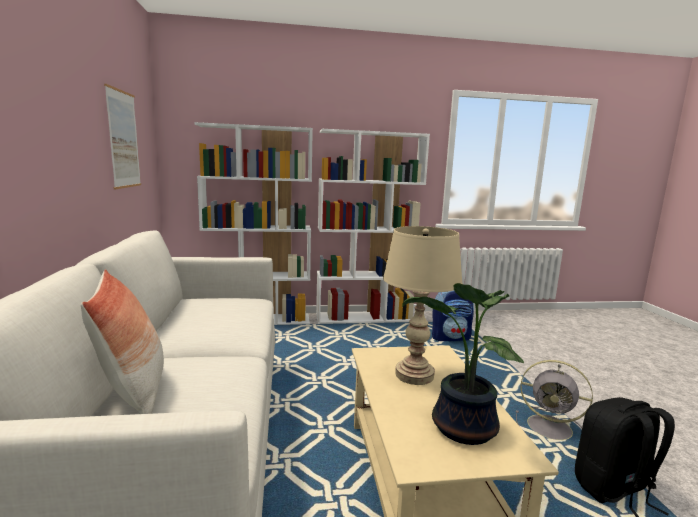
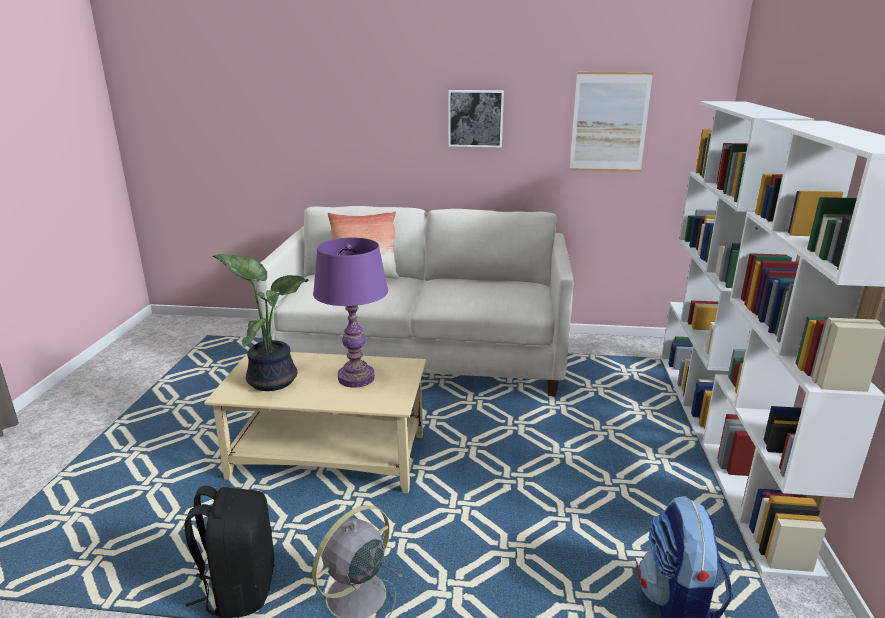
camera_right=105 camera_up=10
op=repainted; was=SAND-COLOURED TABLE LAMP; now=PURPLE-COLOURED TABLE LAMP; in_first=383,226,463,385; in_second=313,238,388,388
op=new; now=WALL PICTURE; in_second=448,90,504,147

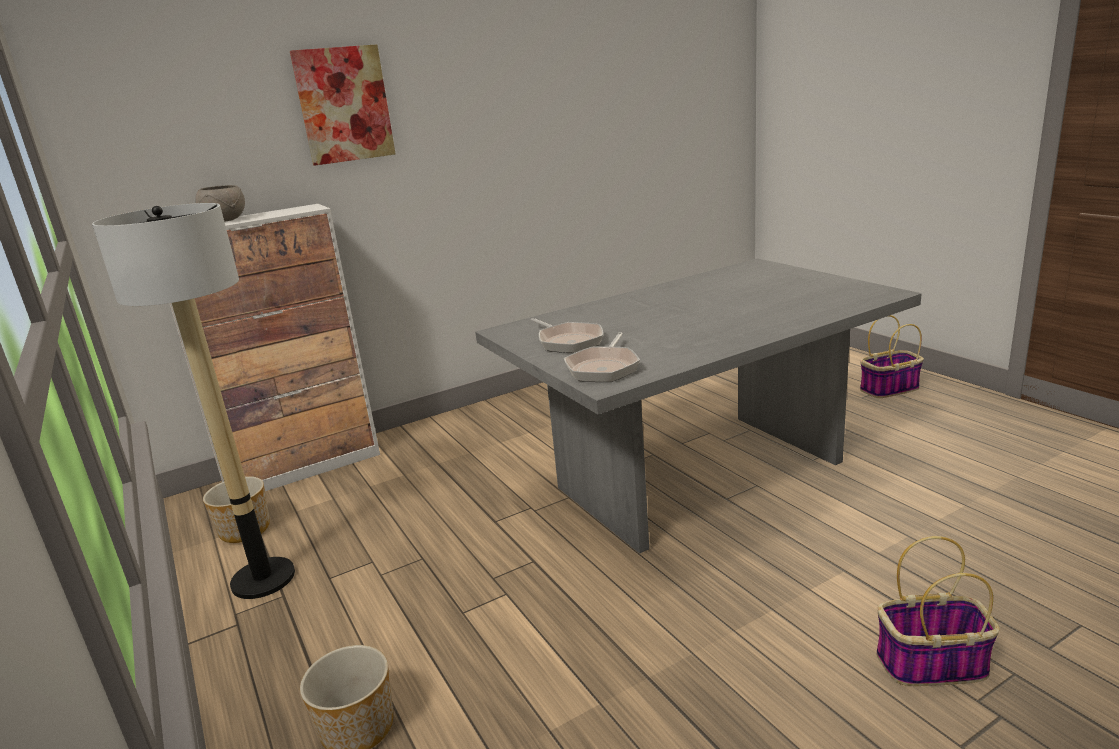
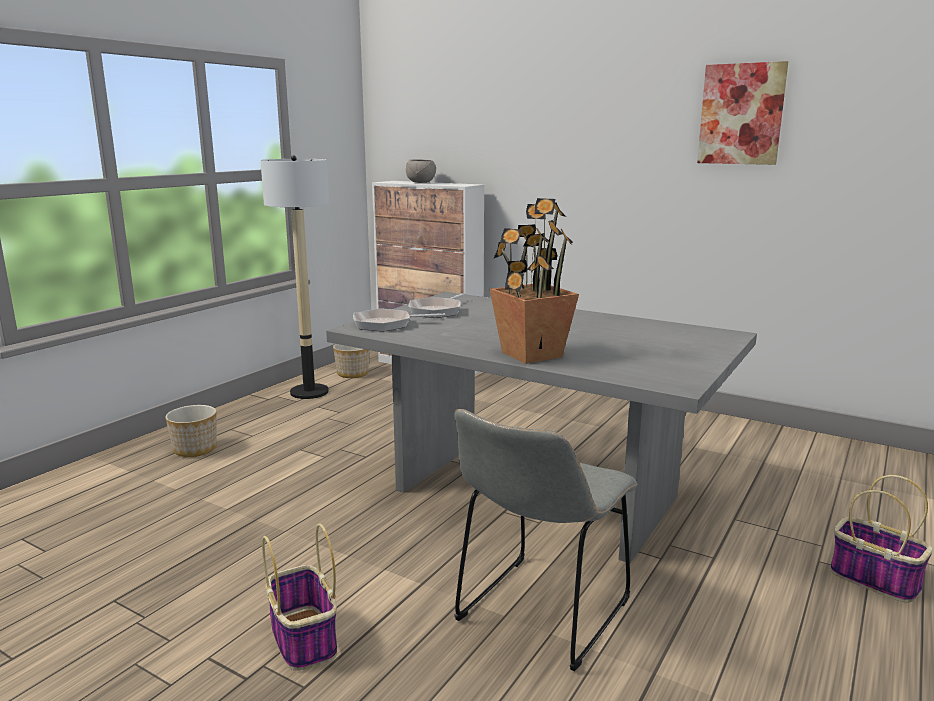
camera_right=60 camera_up=-5
op=shifted; was=WALL PICTURE; in_first=290,44,395,166; in_second=697,61,788,165
op=new; now=POTTED PLANT; in_second=490,198,579,364
op=new; now=GRAY CHAIR; in_second=454,409,637,671

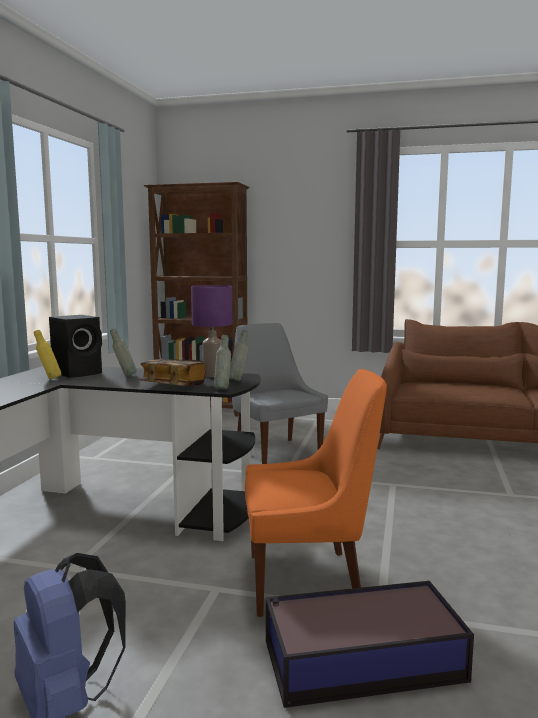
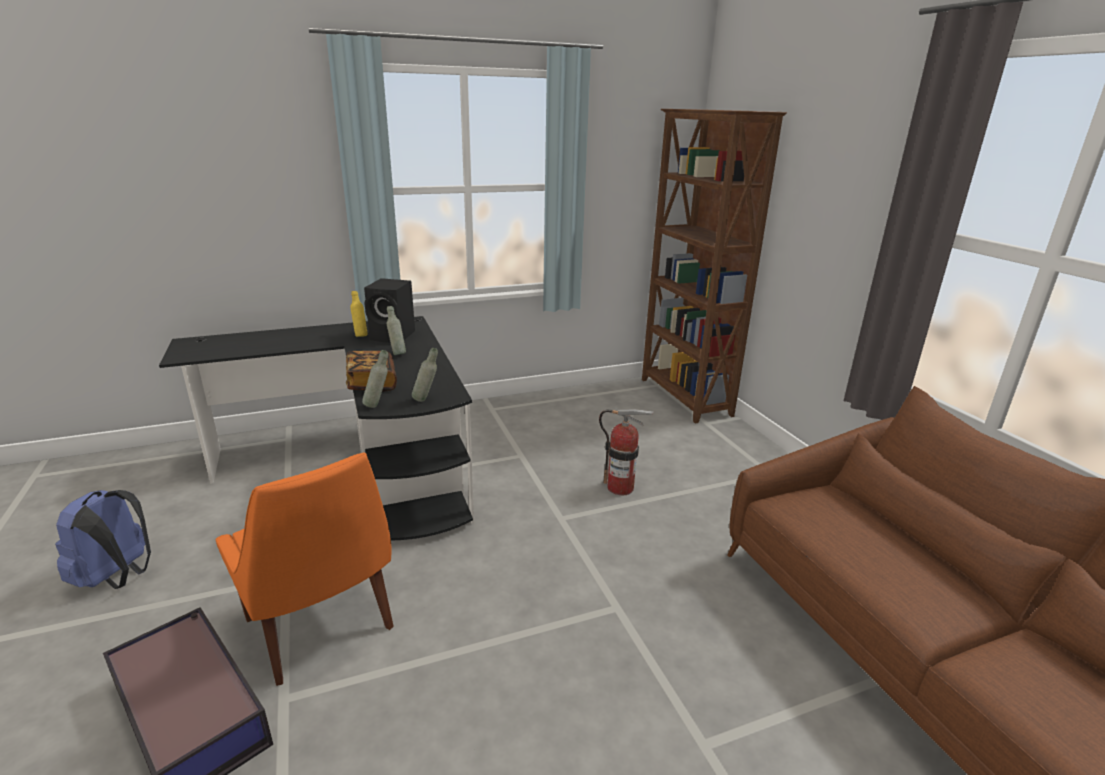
camera_right=55 camera_up=15
op=gone; was=PURPLE-COLOURED TABLE LAMP; in_first=191,285,232,377
op=swapped; was=GRAY CHAIR; now=EXTINGUISHER; in_first=232,323,328,464; in_second=599,409,654,495

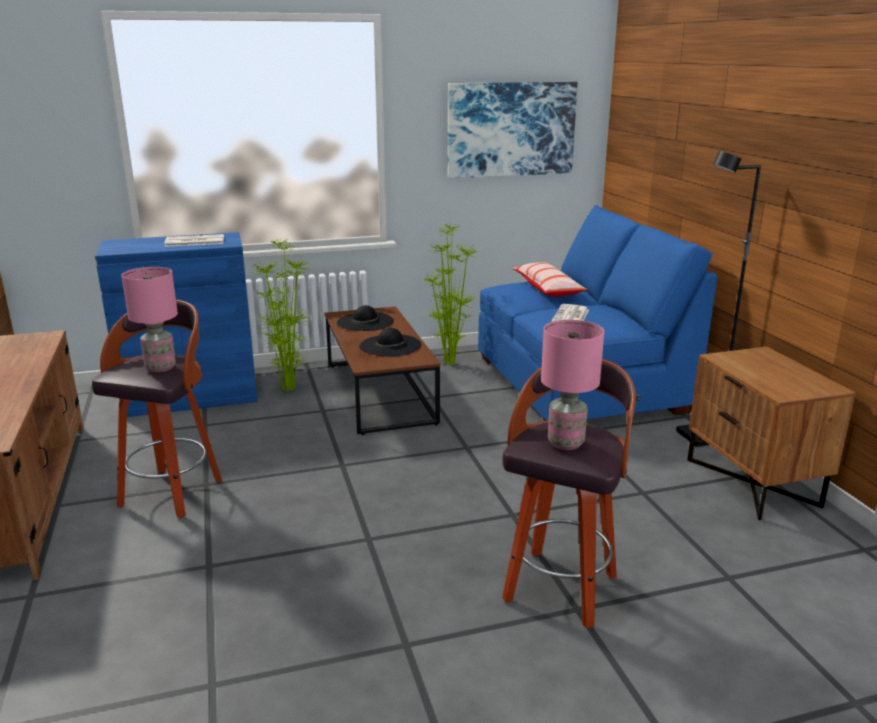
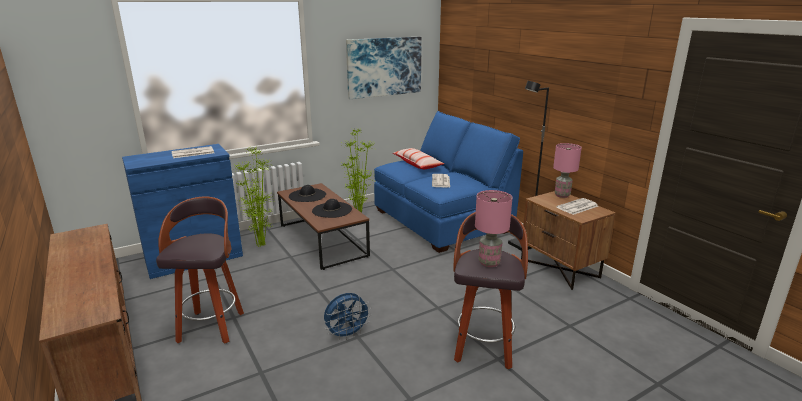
camera_right=-15 camera_up=0
op=shifted; was=PINK TABLE LAMP; in_first=122,267,178,372; in_second=553,143,582,198
op=new; now=PRINTED PAPER; in_second=557,198,598,215
op=new; now=BLUISH ELECTRIC FAN; in_second=324,293,372,340

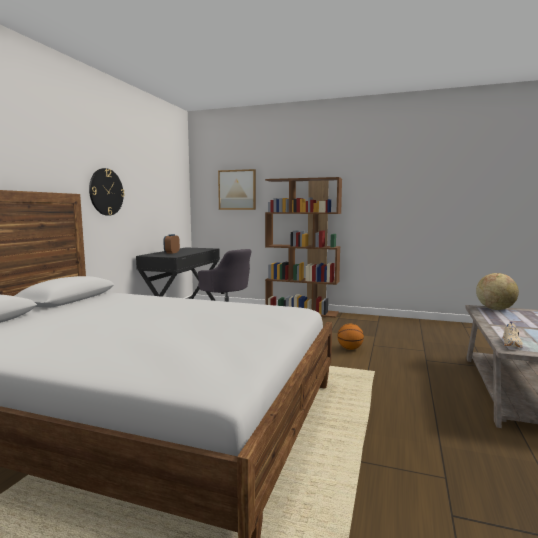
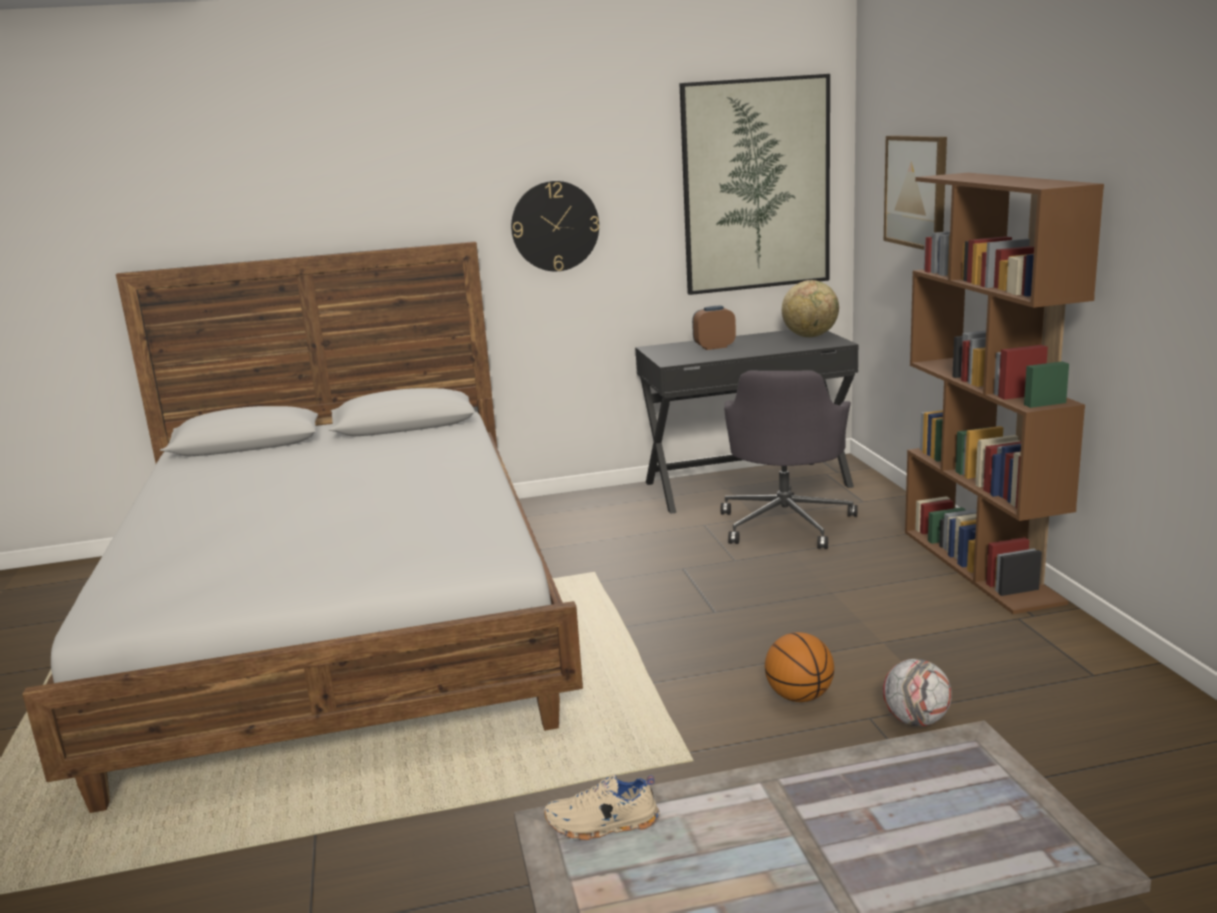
camera_right=60 camera_up=10
op=shifted; was=DESK GLOBE; in_first=476,273,519,310; in_second=782,280,839,337
op=new; now=WALL PICTURE; in_second=679,74,830,295
op=new; now=BALL FOR FOOTBALL; in_second=883,659,952,727

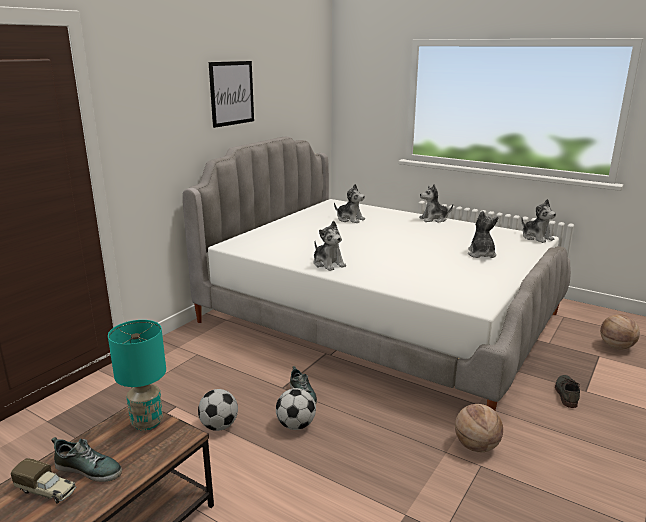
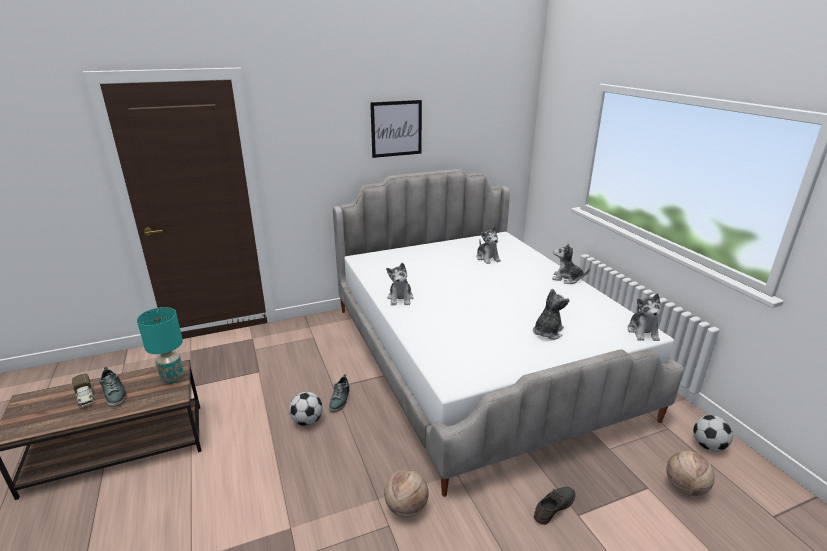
camera_right=35 camera_up=5
op=shifted; was=BALL FOR FOOTBALL; in_first=198,389,238,431; in_second=693,415,733,451

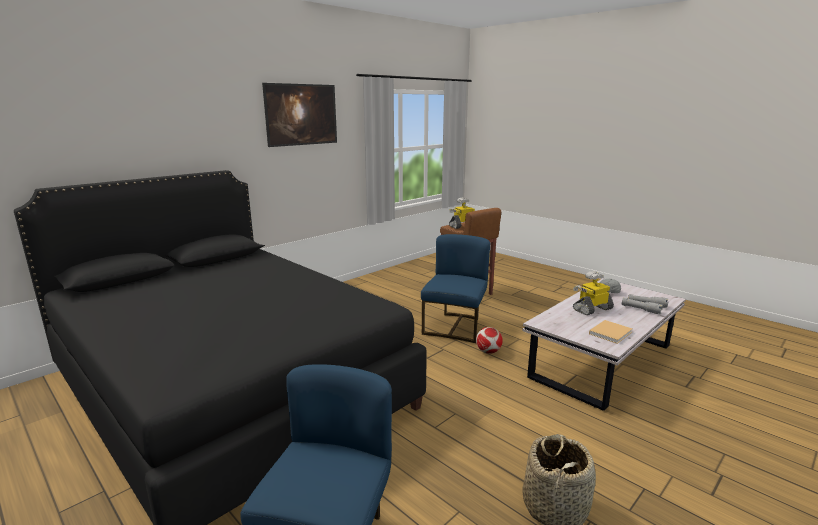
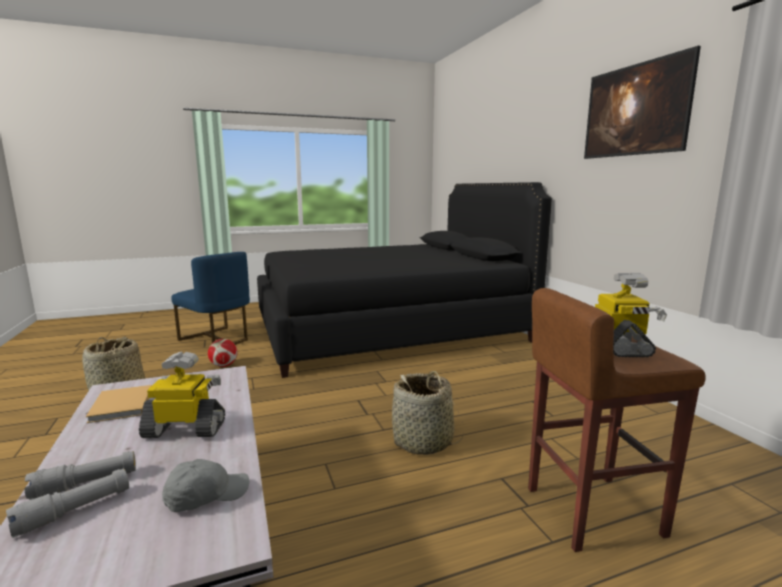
camera_right=115 camera_up=-5
op=swapped; was=BLUISH CHAIR; now=STORAGE BASKET; in_first=421,234,490,343; in_second=391,371,464,455
op=rotated; was=ROBOT FIGURE; in_first=573,271,614,315; in_second=139,352,225,438; clockwise=-90
op=shifted; was=BALL FOR FOOTBALL; in_first=476,327,503,354; in_second=208,339,238,367

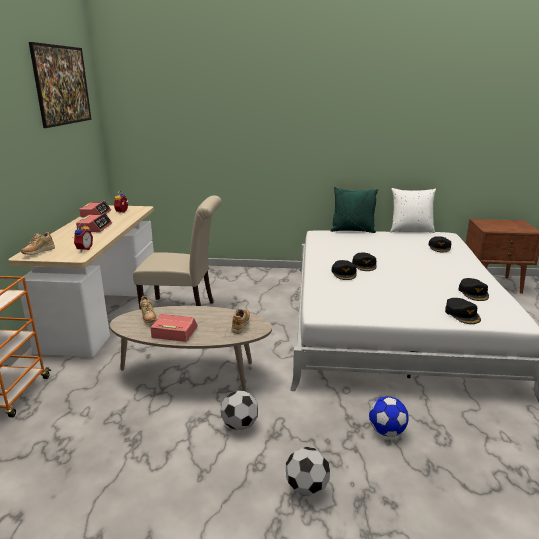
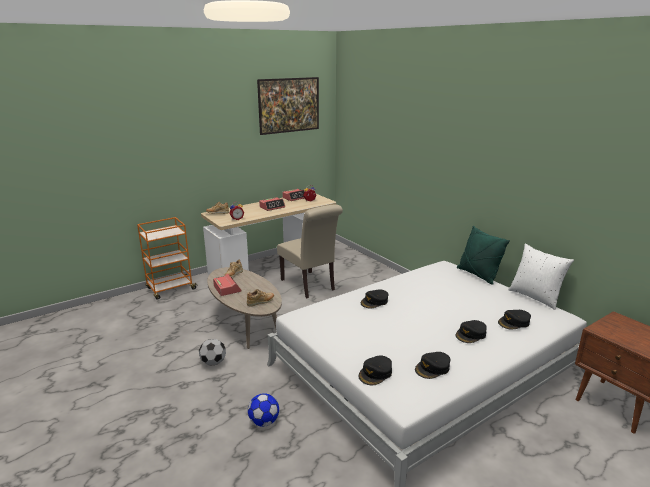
camera_right=50 camera_up=0
op=shifted; was=BLACK-COLOURED BASEBALL CAP; in_first=352,252,377,271; in_second=455,320,487,343
op=gone; was=BALL FOR FOOTBALL; in_first=286,447,330,496

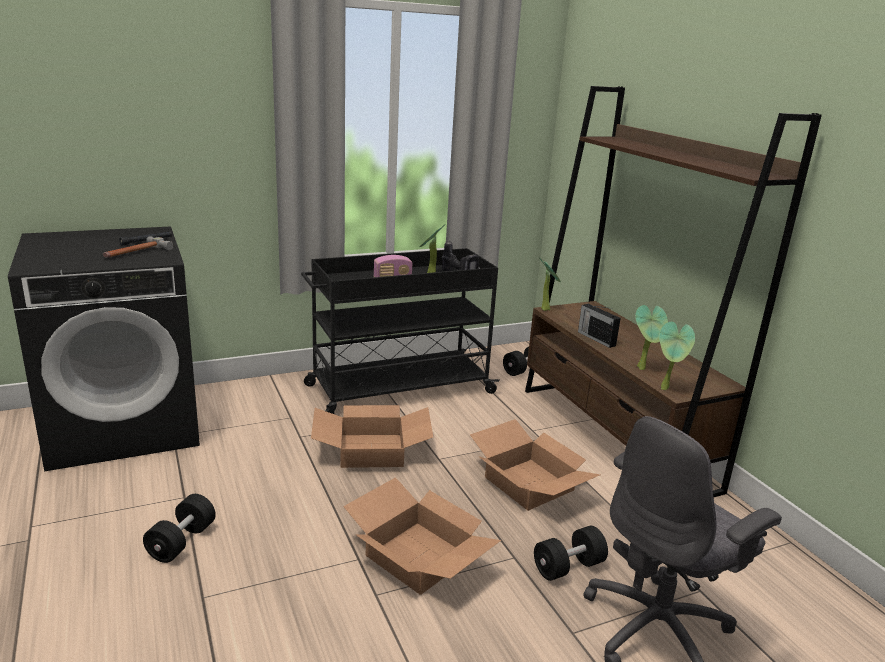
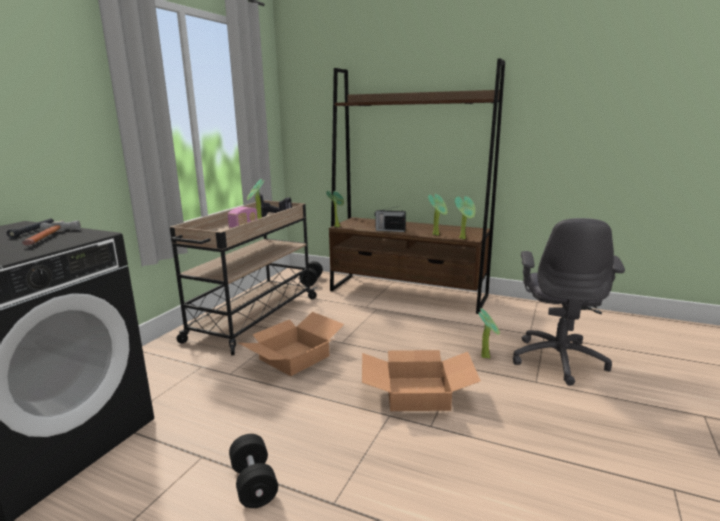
camera_right=-40 camera_up=-5
op=repainted; was=BLACK-COLOURED CART; now=SAND-COLOURED CART; in_first=301,248,500,414; in_second=170,200,318,355
op=gone; was=PACKING BOX; in_first=470,419,601,511
op=swapped; was=BLACK-COLOURED FREE WEIGHT; now=POTTED PLANT; in_first=534,526,608,581; in_second=479,308,500,358

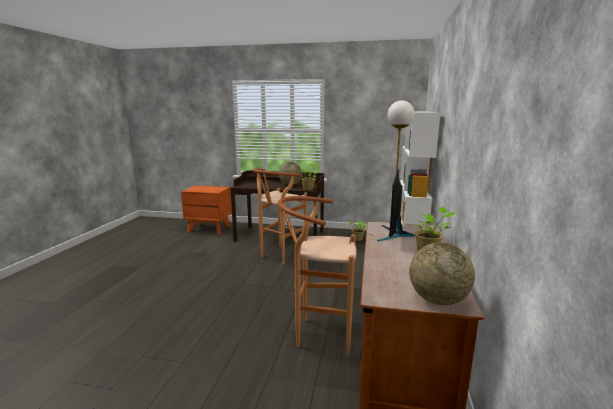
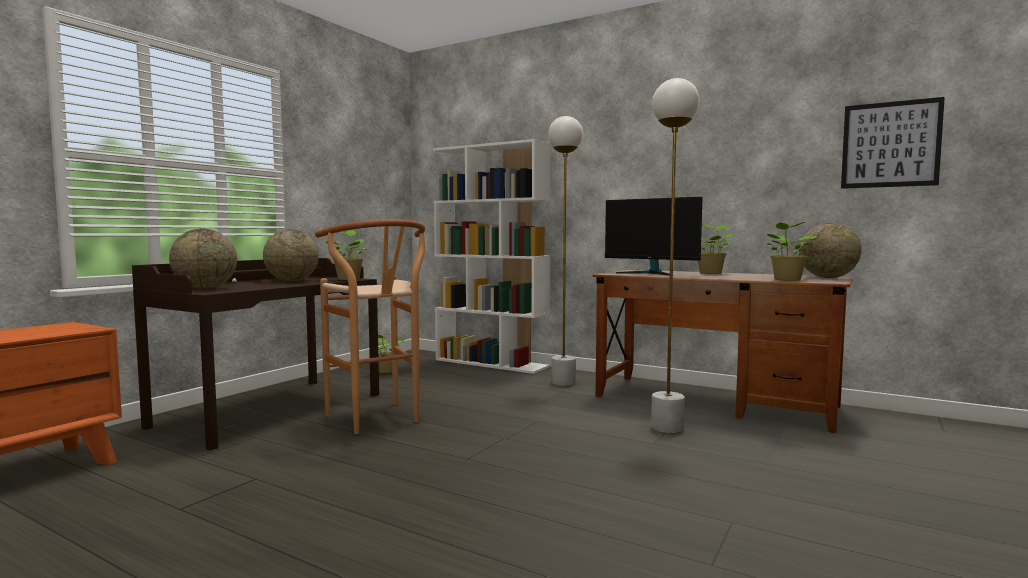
camera_right=-70 camera_up=-10
op=swapped; was=BROWN-COLOURED STOOL; now=WHITE STANDARD LAMP; in_first=278,196,357,355; in_second=651,78,699,433
op=new; now=WALL PICTURE; in_second=841,97,945,189
op=new; now=POTTED PLANT; in_second=767,222,817,281
op=new; now=DESK GLOBE; in_second=169,229,237,289

